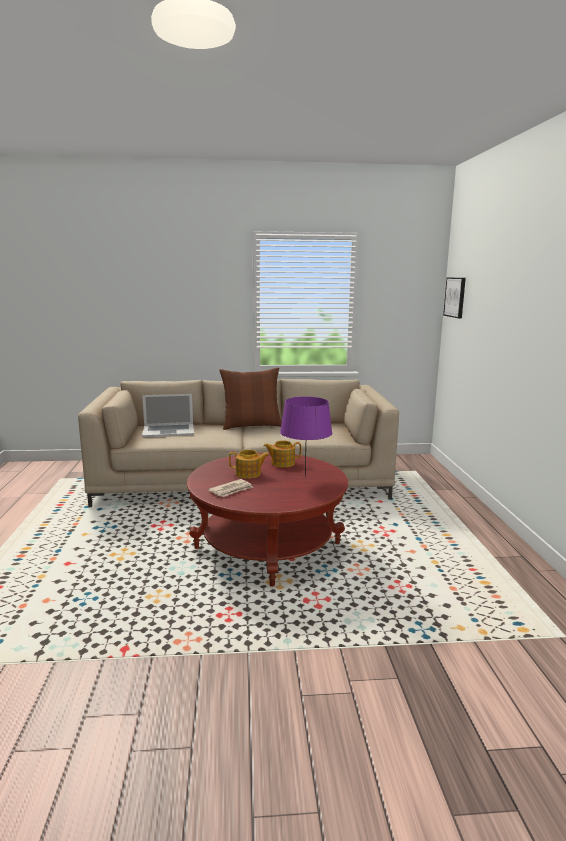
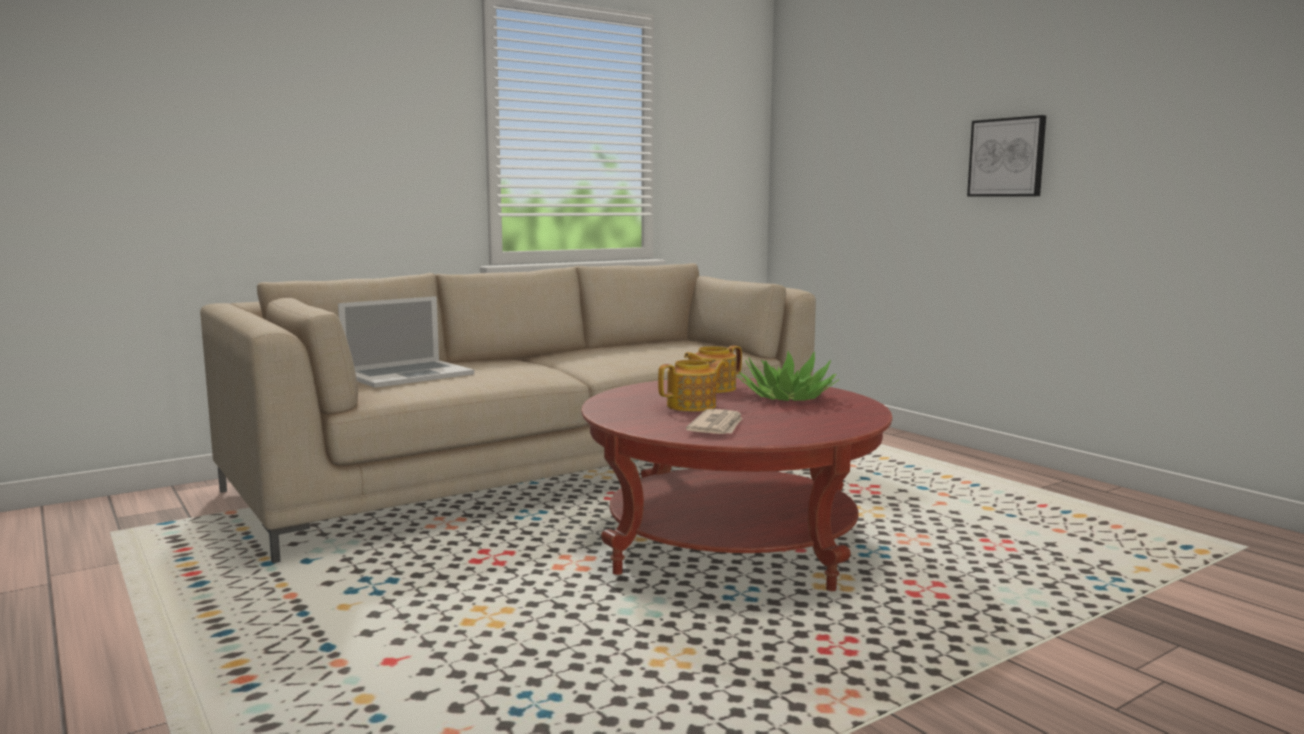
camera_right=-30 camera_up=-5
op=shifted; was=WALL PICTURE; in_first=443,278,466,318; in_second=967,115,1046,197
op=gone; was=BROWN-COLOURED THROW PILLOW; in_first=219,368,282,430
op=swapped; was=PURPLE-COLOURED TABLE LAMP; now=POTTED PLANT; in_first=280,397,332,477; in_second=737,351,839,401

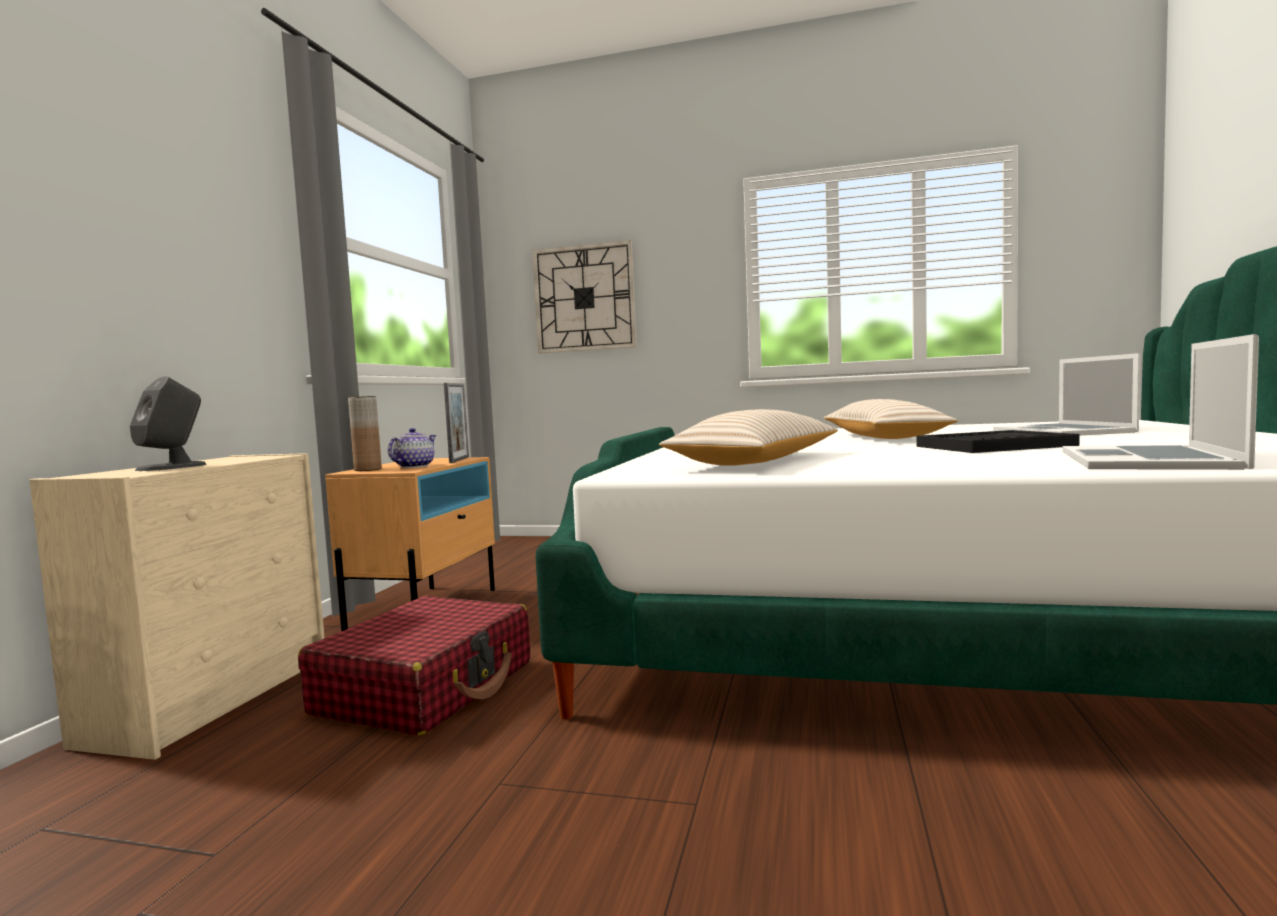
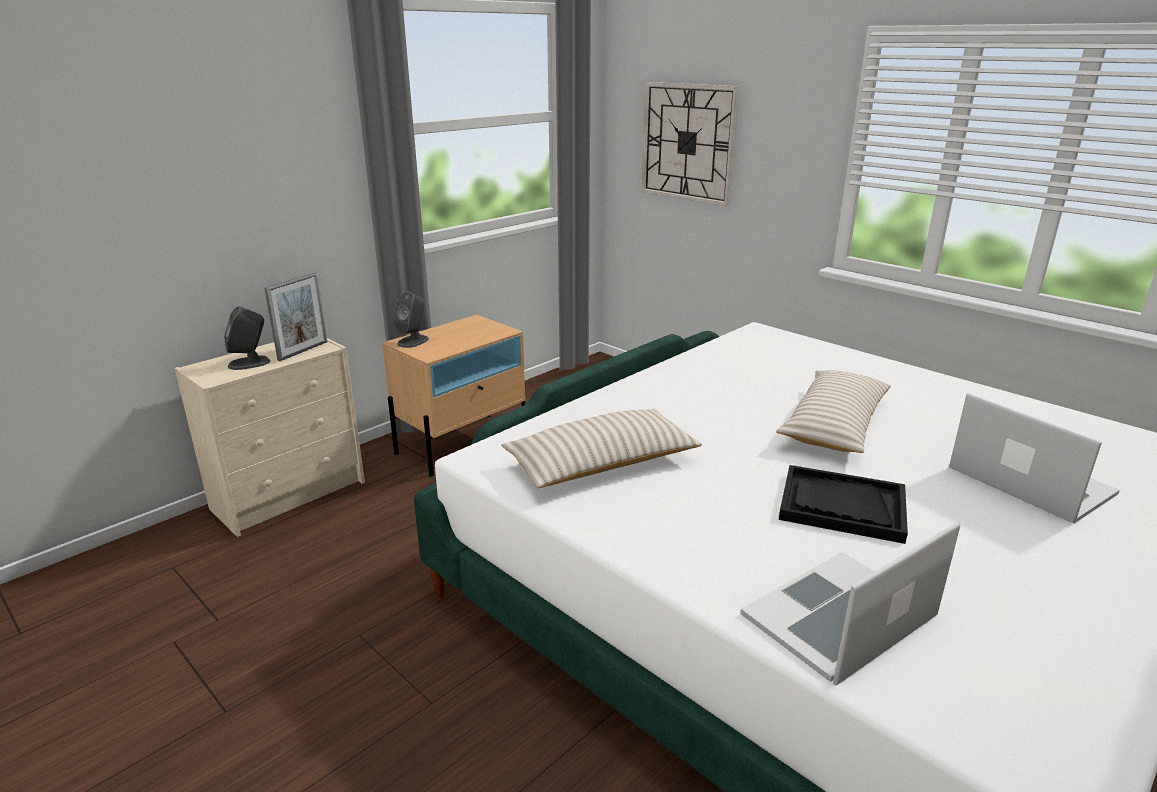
camera_right=30 camera_up=20
op=rotated; was=LAPTOP; in_first=993,353,1140,436; in_second=949,393,1120,524; clockwise=120
op=shifted; was=PHOTO FRAME; in_first=444,383,469,463; in_second=264,272,327,361
op=swapped; was=BROWN-COLOURED FLOWER VASE; now=GRAY AUDIO SPEAKER; in_first=348,396,382,471; in_second=394,292,429,348
op=gone; was=TEA POT; in_first=388,428,436,468
op=gone; was=REDDISH PIECE OF LUGGAGE; in_first=298,596,530,736

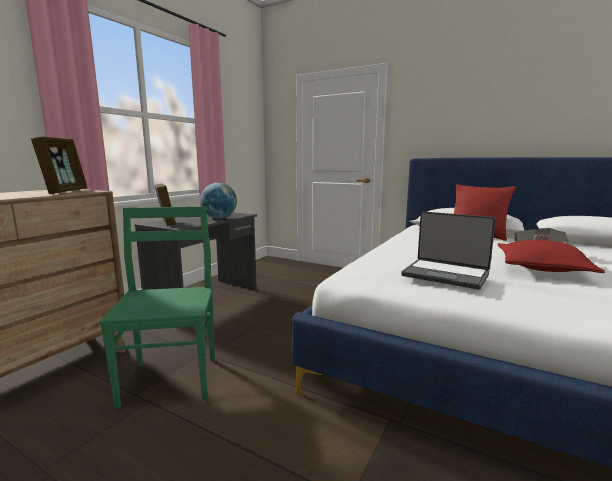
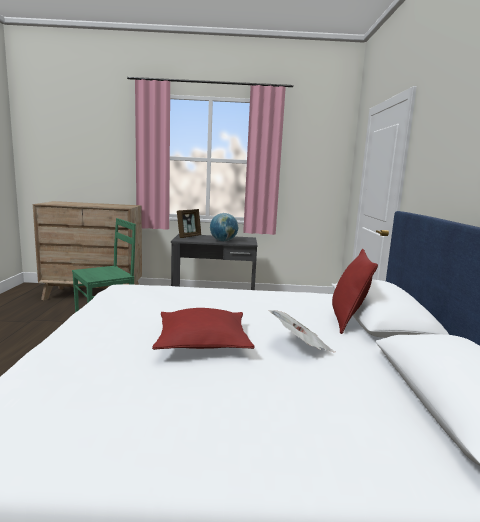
camera_right=60 camera_up=0
op=gone; was=PHOTO FRAME; in_first=31,136,87,194
op=gone; was=LAPTOP; in_first=401,211,496,290

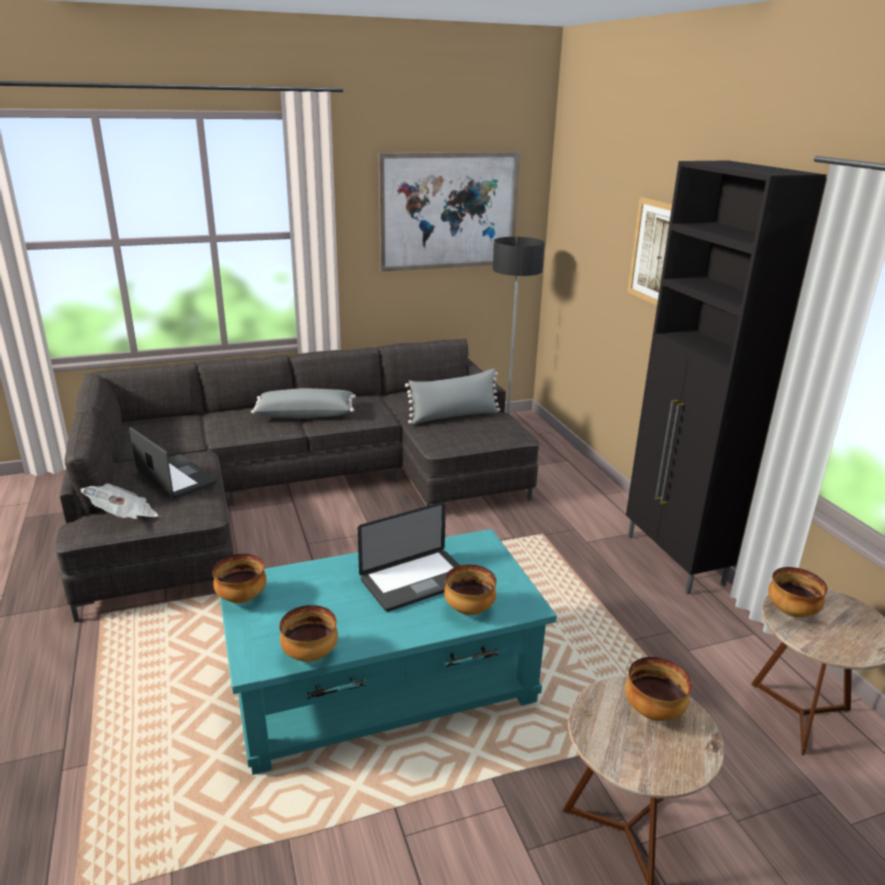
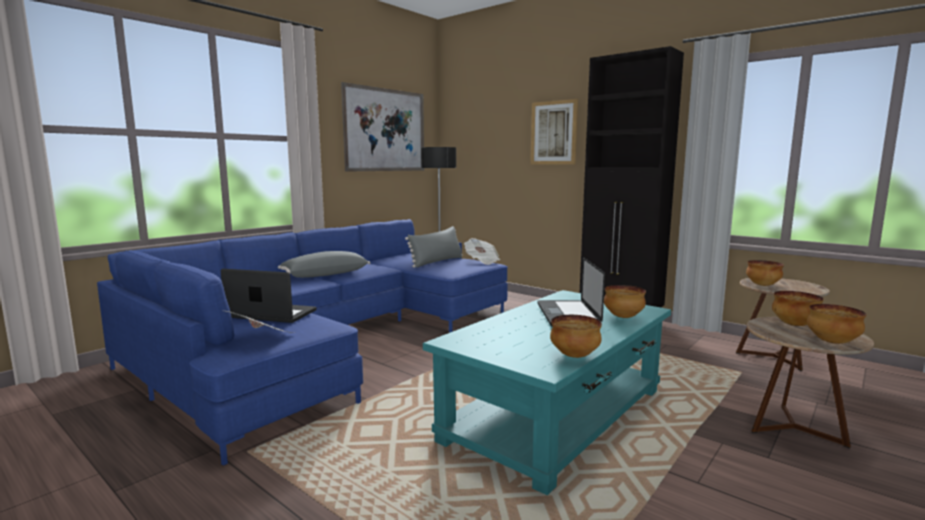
camera_right=-30 camera_up=-15
op=repainted; was=GRAY SOFA; now=BLUISH SOFA; in_first=55,338,539,623; in_second=97,219,508,466
op=rotated; was=LAPTOP; in_first=358,502,460,612; in_second=538,257,605,326; clockwise=150
op=shifted; was=SERVING BOWL; in_first=212,554,267,603; in_second=807,304,866,344
op=new; now=PRINTED PAPER; in_second=464,238,500,265

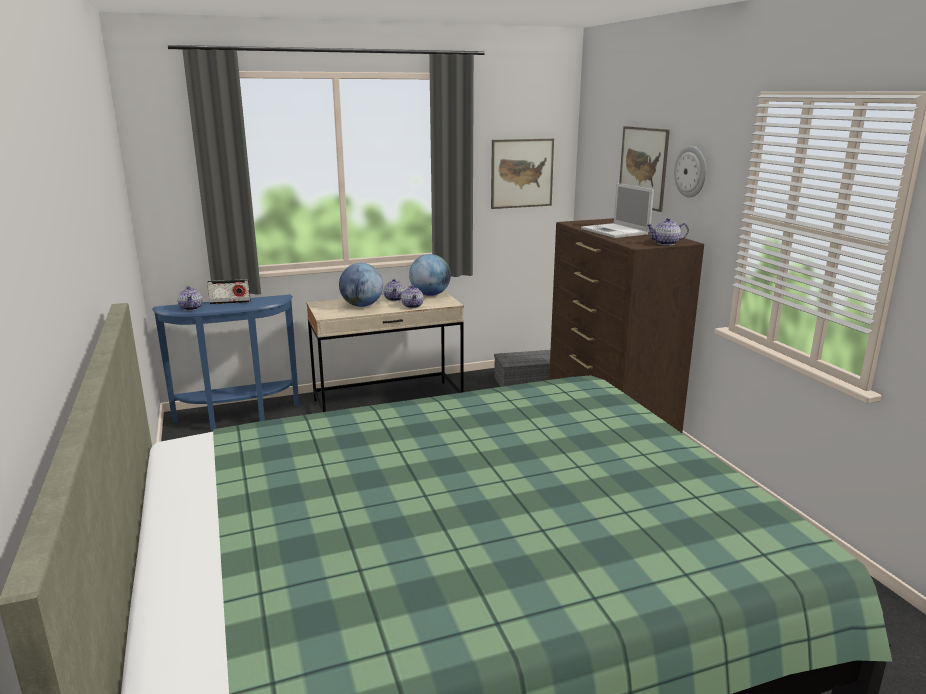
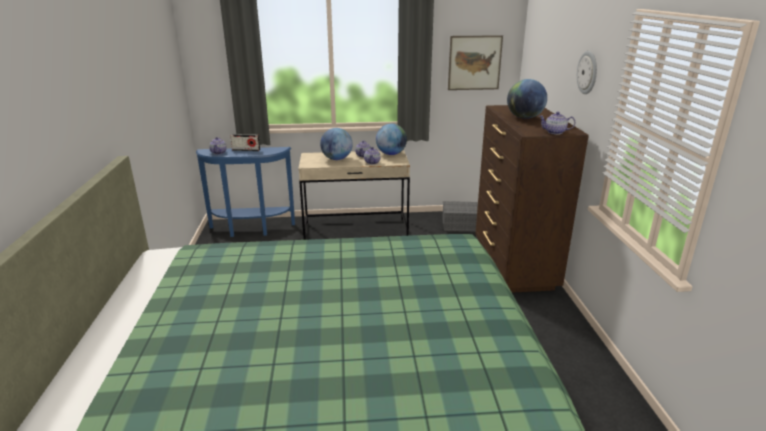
camera_right=15 camera_up=5
op=gone; was=WALL PICTURE; in_first=619,126,670,212
op=swapped; was=LAPTOP; now=DESK GLOBE; in_first=581,183,654,238; in_second=507,79,547,119

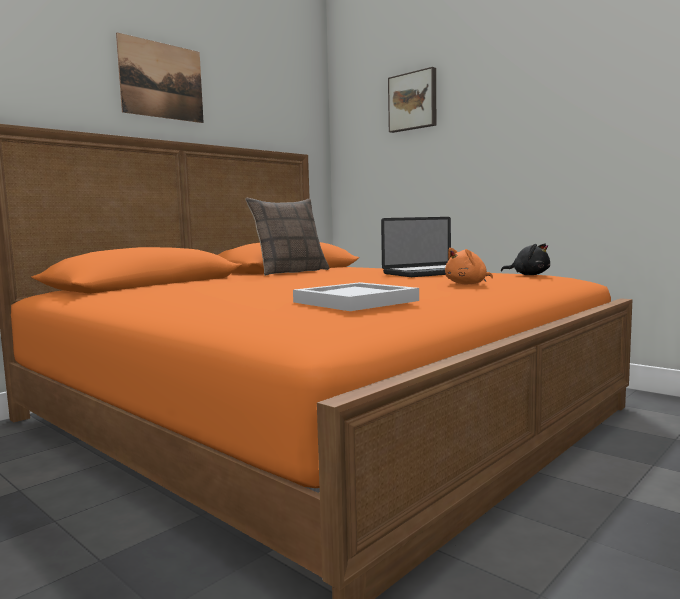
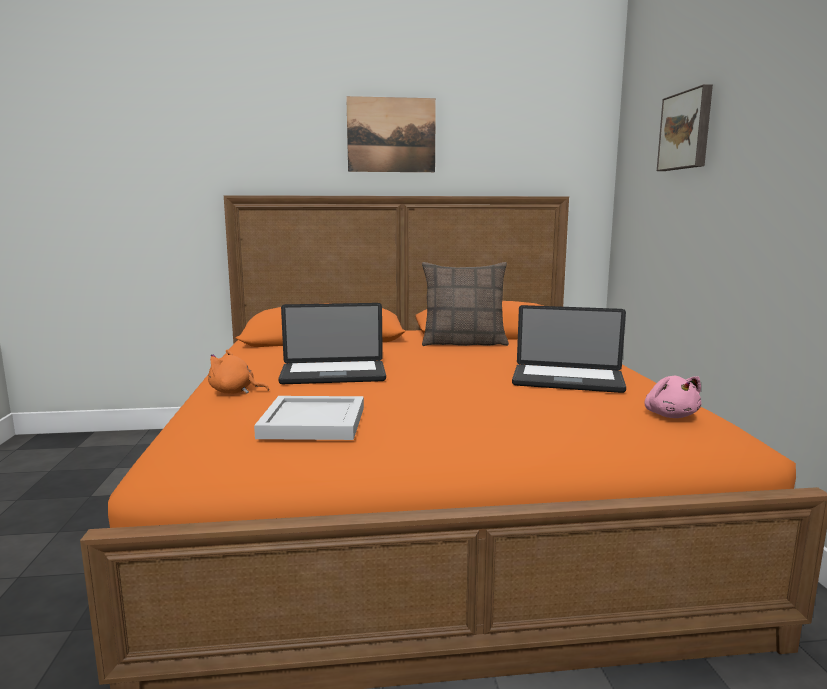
camera_right=40 camera_up=5
op=repainted; was=BLACK-COLOURED SOFT TOY; now=PINK SOFT TOY; in_first=501,244,550,275; in_second=645,376,702,418
op=shifted; was=ORANGEY SOFT TOY; in_first=445,248,493,284; in_second=208,350,269,394
op=new; now=LAPTOP; in_second=278,303,386,384

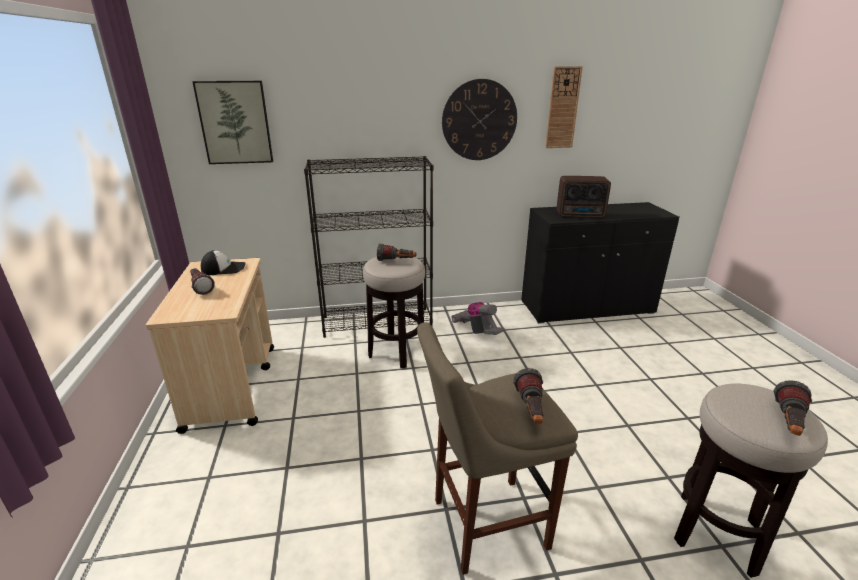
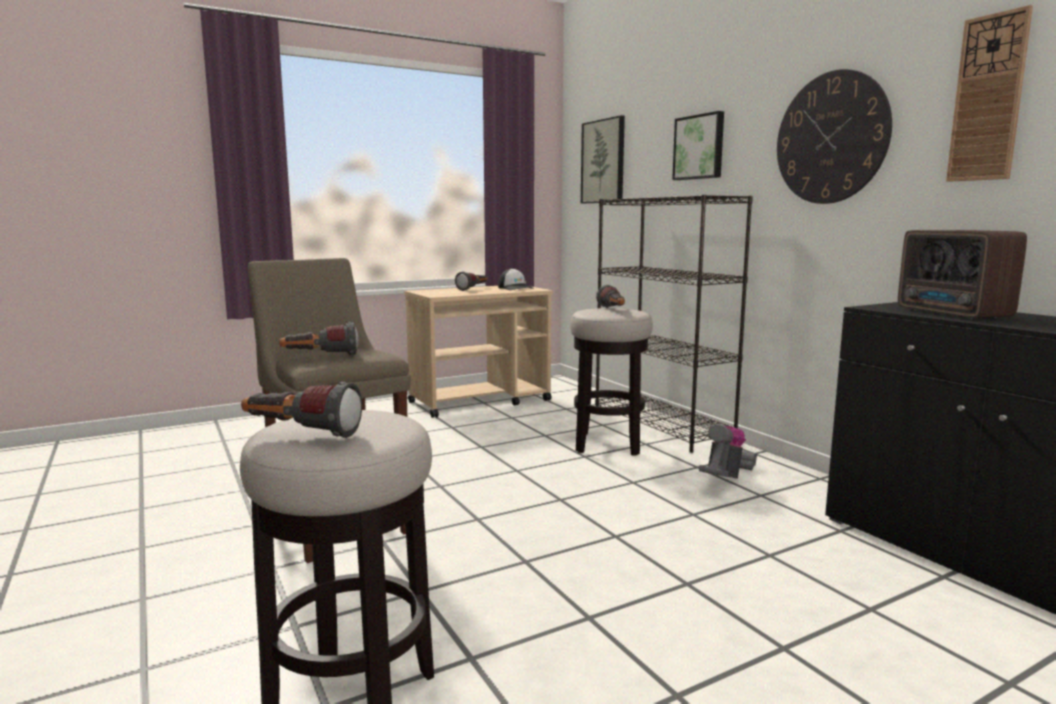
camera_right=70 camera_up=-15
op=new; now=WALL PICTURE; in_second=672,111,724,180

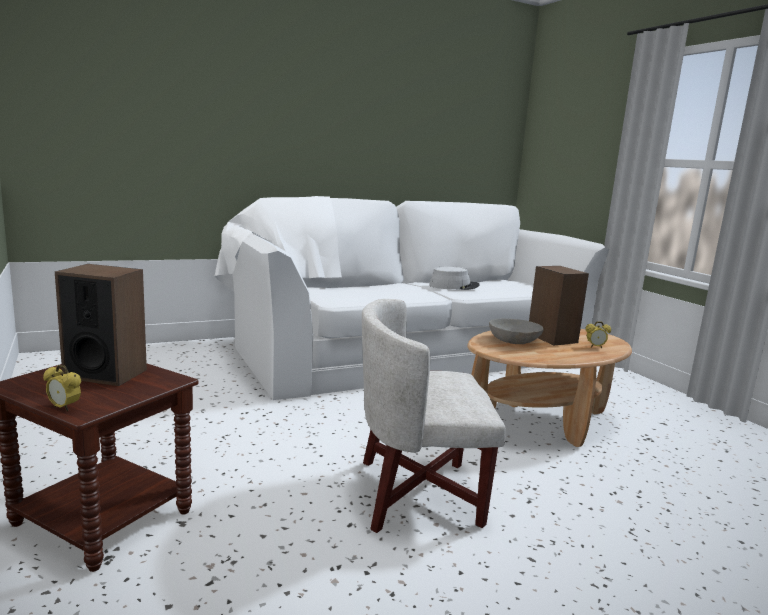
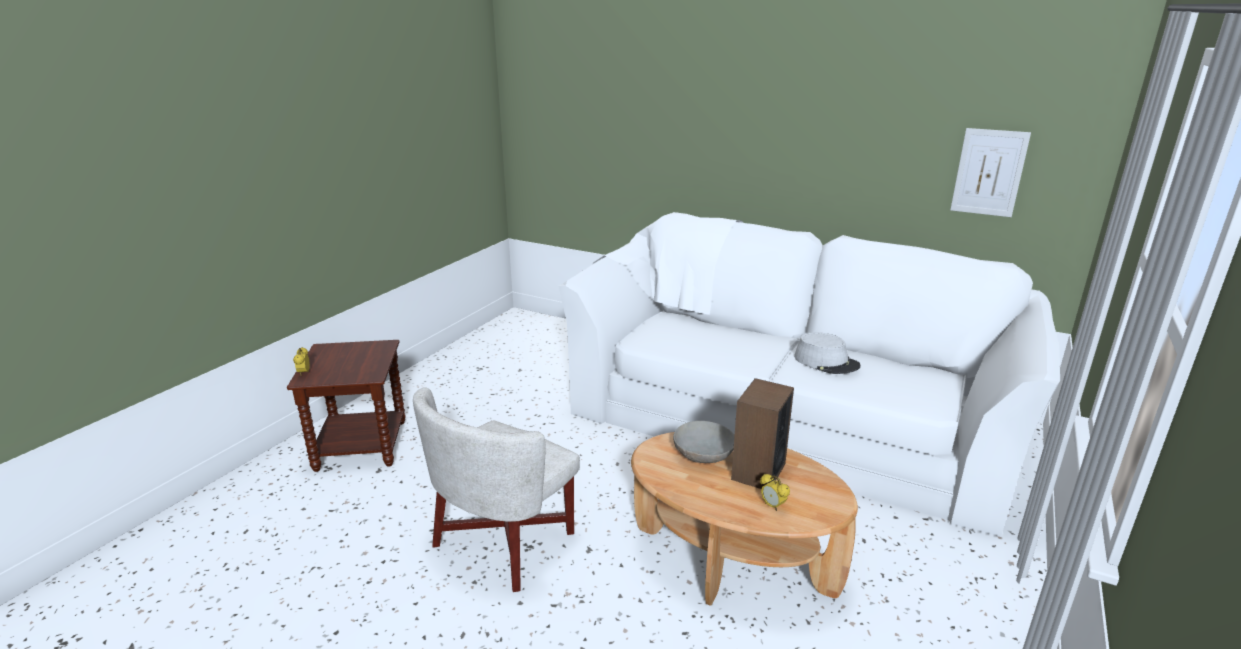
camera_right=55 camera_up=10
op=gone; was=AUDIO SPEAKER; in_first=55,264,147,386
op=rotated; was=WHITE EASY CHAIR; in_first=362,299,506,533; in_second=413,387,580,592; clockwise=-105
op=new; now=WALL PICTURE; in_second=950,128,1031,217

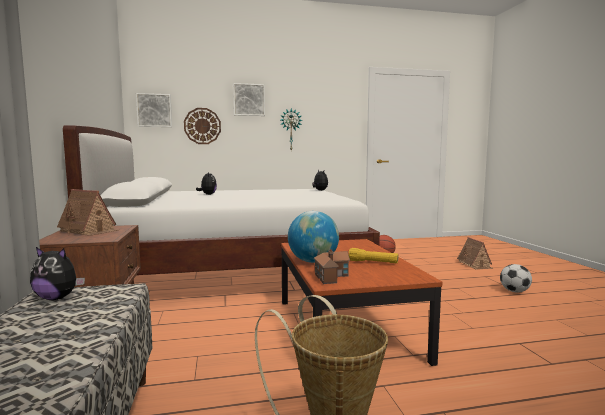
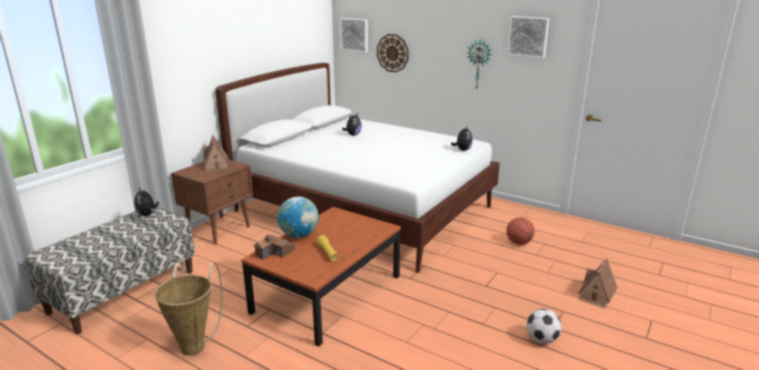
camera_right=45 camera_up=15
op=shifted; was=WALL PICTURE; in_first=233,83,265,116; in_second=507,16,549,58

